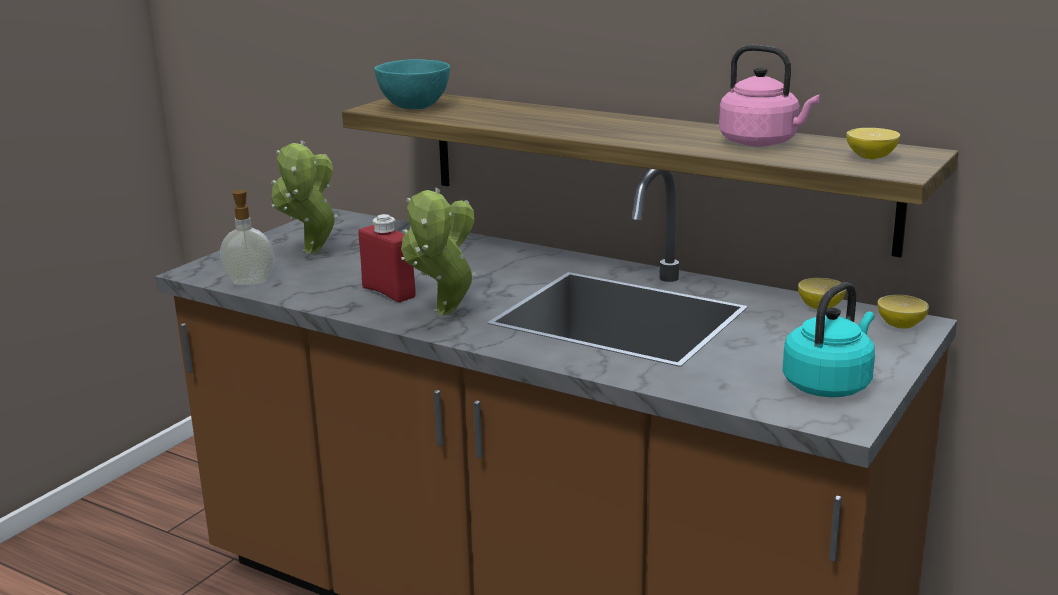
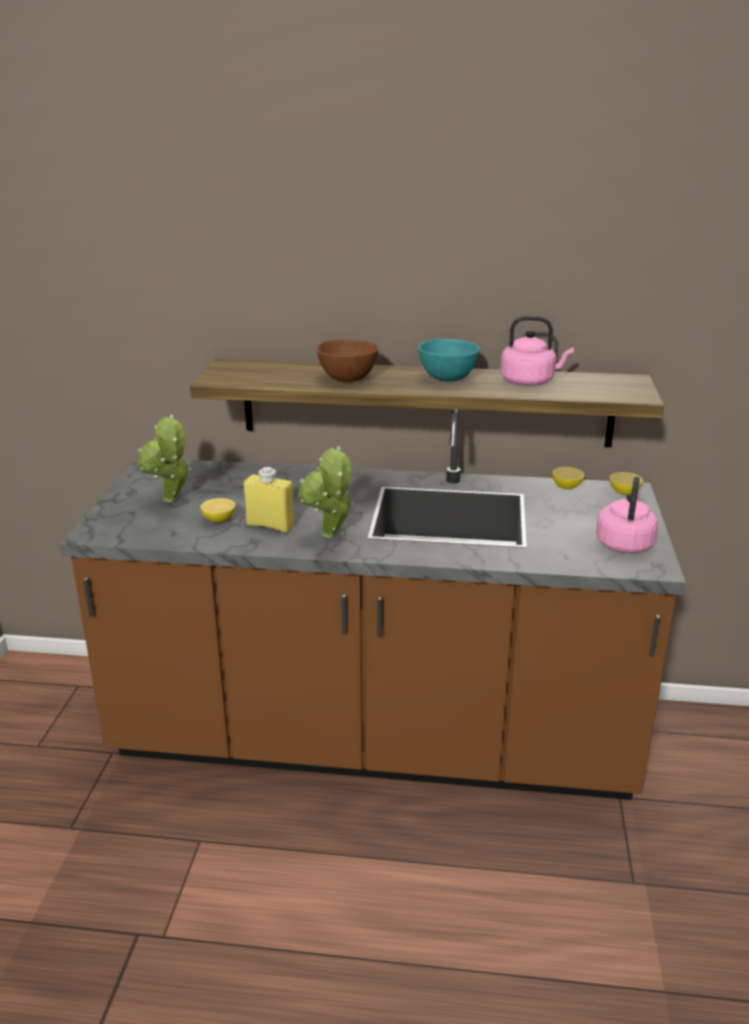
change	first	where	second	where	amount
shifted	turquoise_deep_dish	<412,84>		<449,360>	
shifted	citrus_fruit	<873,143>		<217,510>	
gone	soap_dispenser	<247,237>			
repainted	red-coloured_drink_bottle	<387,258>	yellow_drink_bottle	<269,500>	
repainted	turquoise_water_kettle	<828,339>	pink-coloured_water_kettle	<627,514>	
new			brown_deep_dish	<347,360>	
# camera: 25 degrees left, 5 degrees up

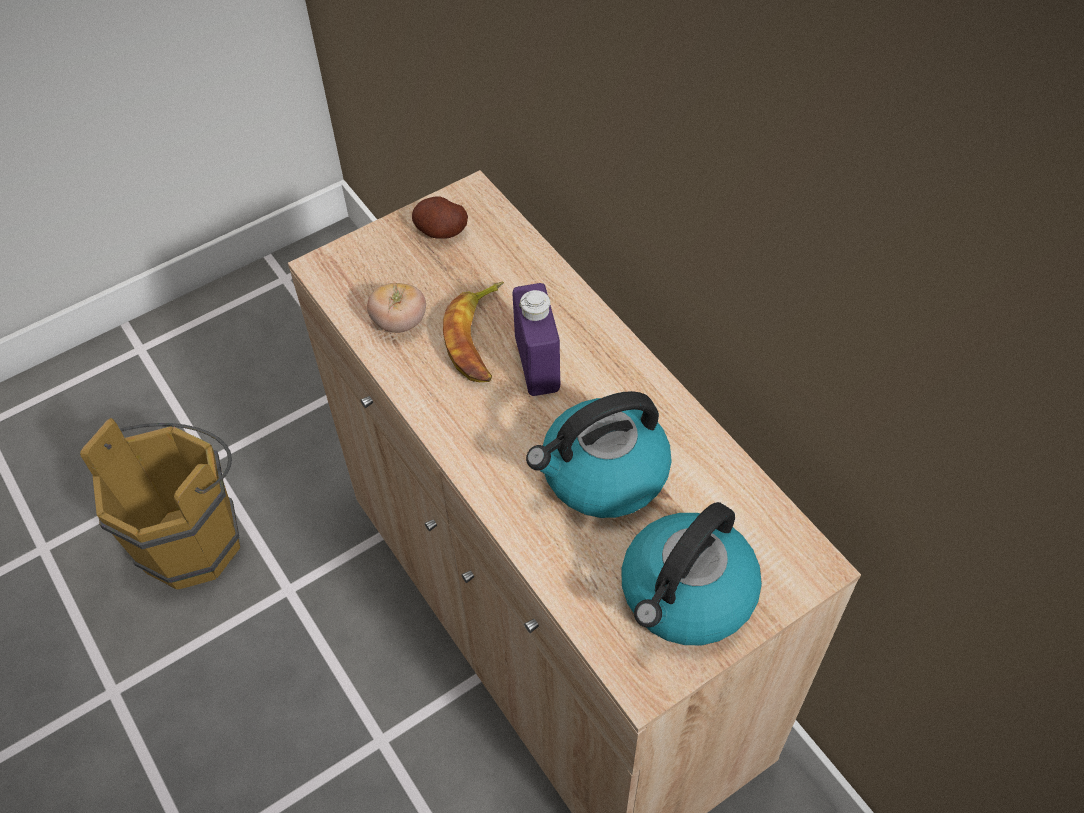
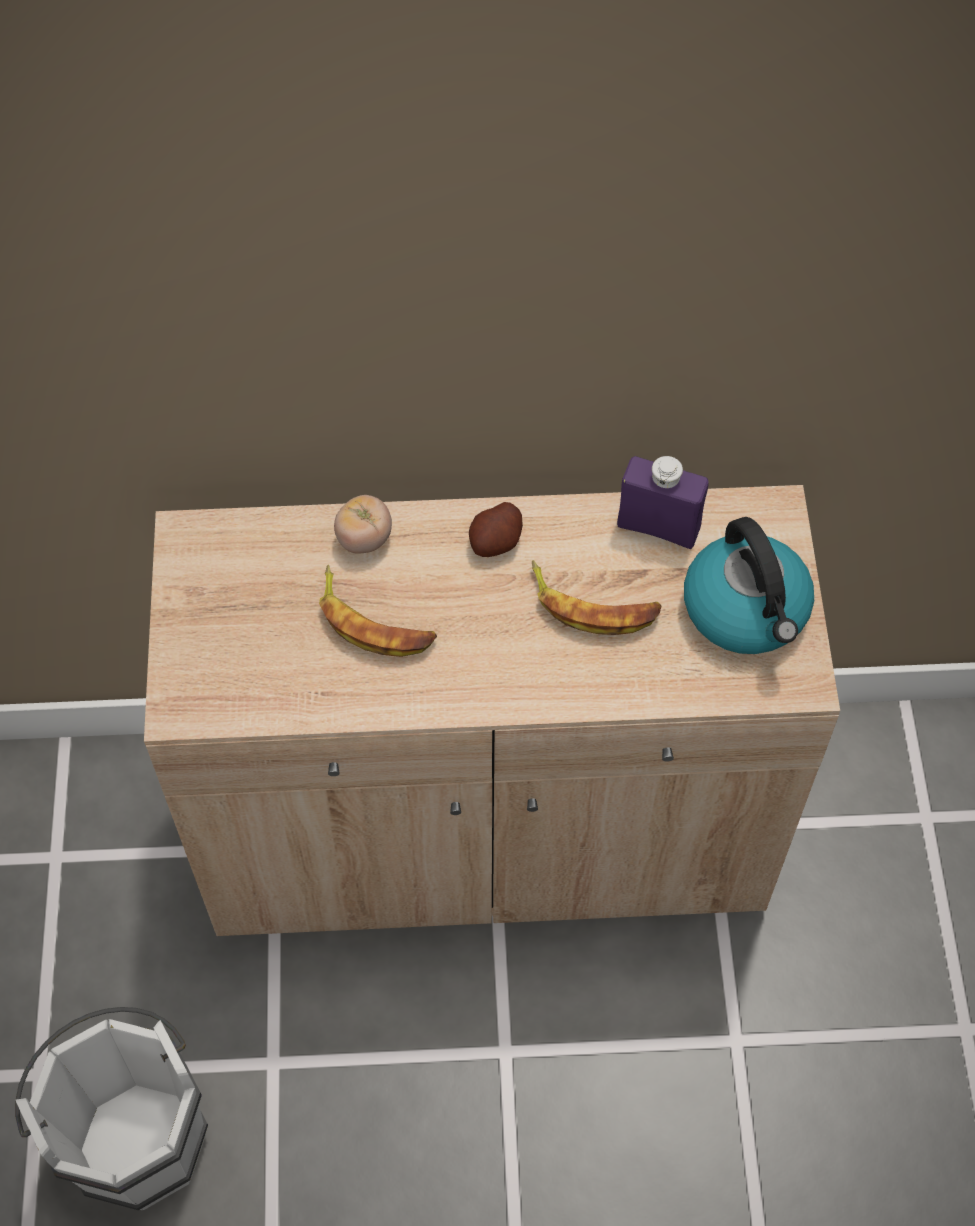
change	first	where	second	where	amount
shifted	whole_potato	<440,217>		<496,529>	
shifted	fresh_tomato	<396,308>		<363,524>	
shifted	purple_drink_bottle	<536,339>		<663,502>	
swapped	water_kettle	<598,454>	banana	<597,597>	
repainted	brown_pail	<160,503>	white_pail	<111,1108>	
# camera: 60 degrees left, 5 degrees up

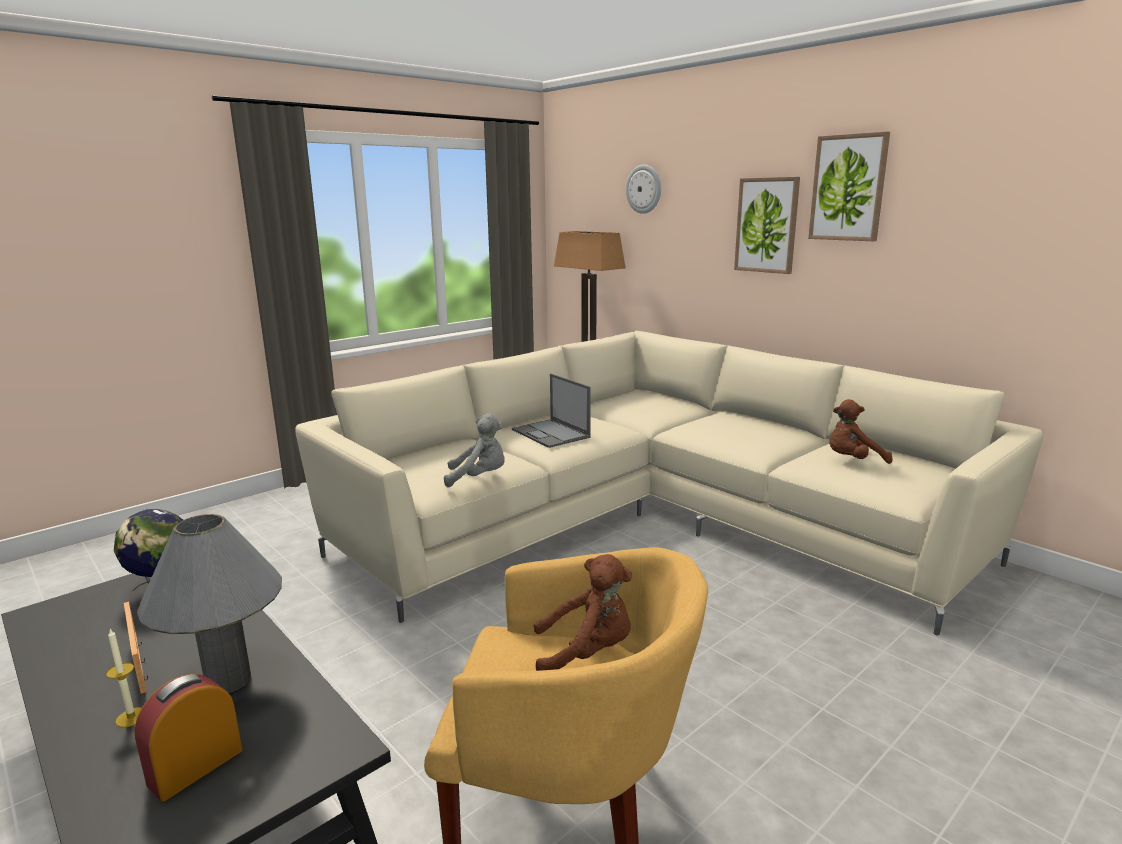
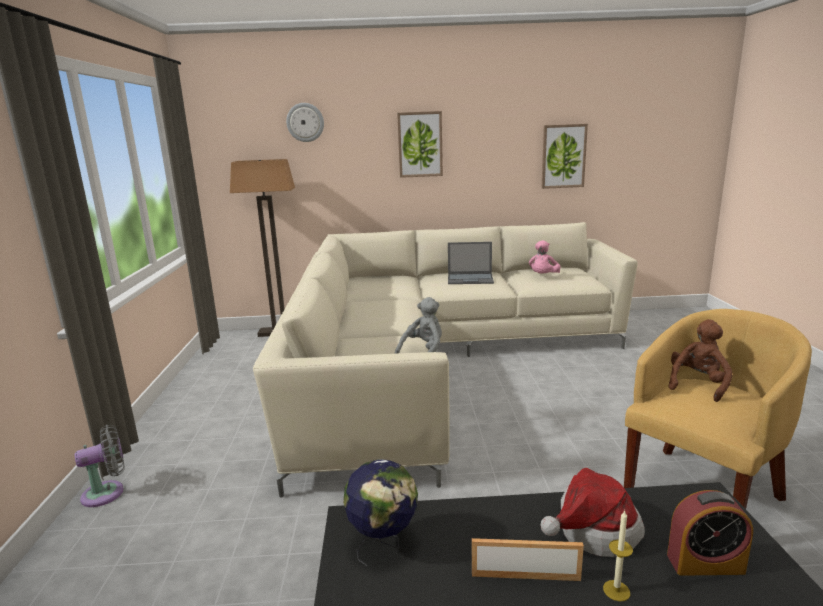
change	first	where	second	where	amount
shifted	wall_picture	<849,186>		<565,156>	
shifted	notebook_computer	<551,411>		<471,263>	
repainted	brown_plush_toy	<861,431>	pink-coloured_plush_toy	<545,257>	
swapped	greyish_tabletop_lamp	<209,603>	wearable_hat	<593,512>	
rotated	bedside_clock	<188,738>		<710,533>	75 degrees counterclockwise
new			greyish_cooling_fan	<100,466>	
# camera: 50 degrees left, 0 degrees up

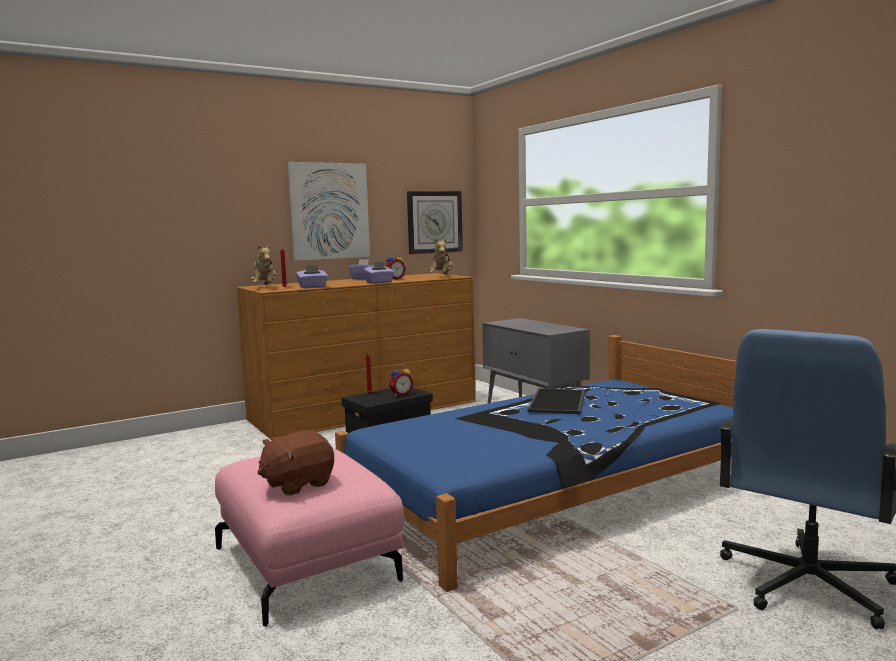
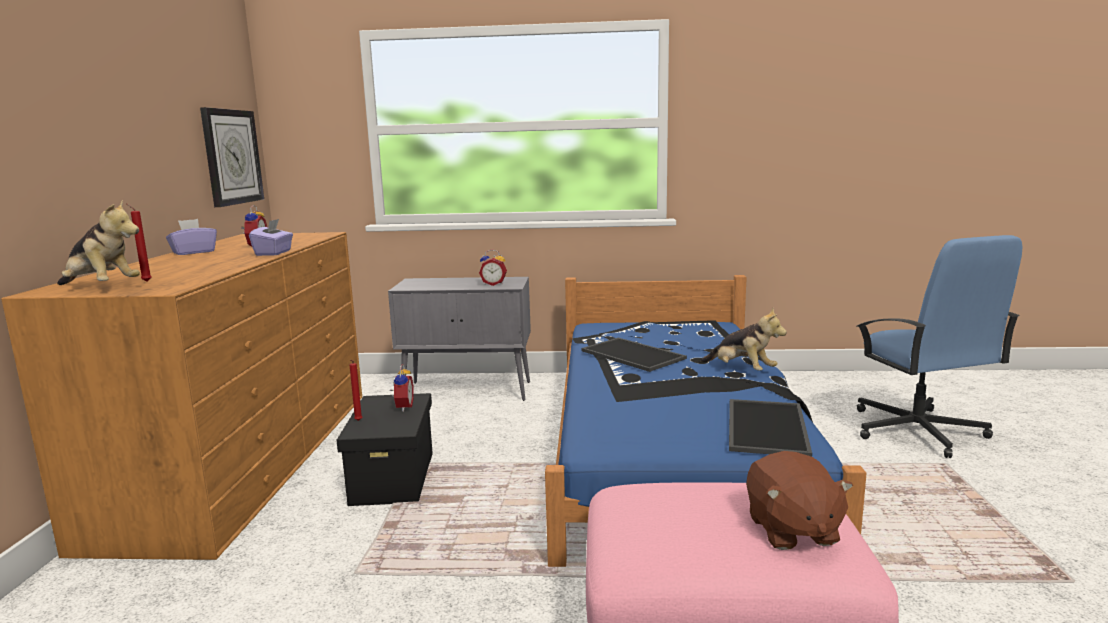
change	first	where	second	where	amount
gone	wall_picture	<329,211>			
shifted	plush_toy	<441,256>		<743,339>	
gone	purple_tissue_holder	<312,276>			
new			bedside_clock	<493,268>	
new			carrying_tray	<770,428>	
# camera: 55 degrees left, 5 degrees up

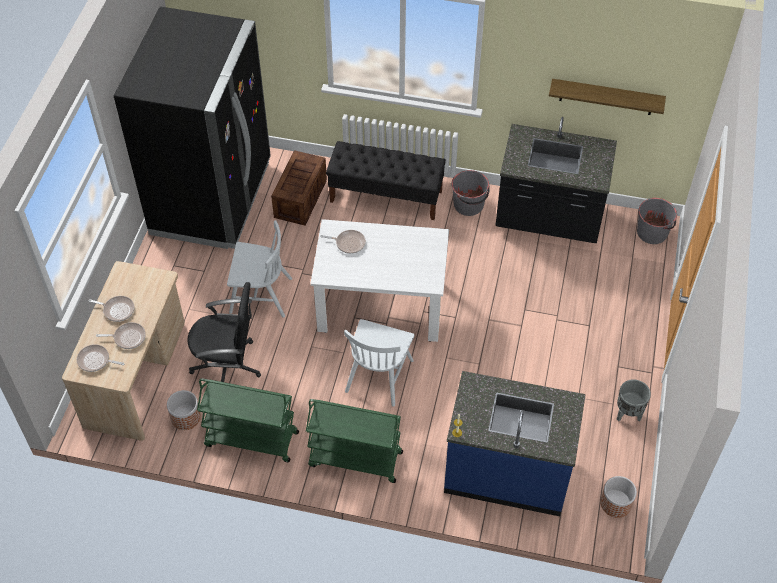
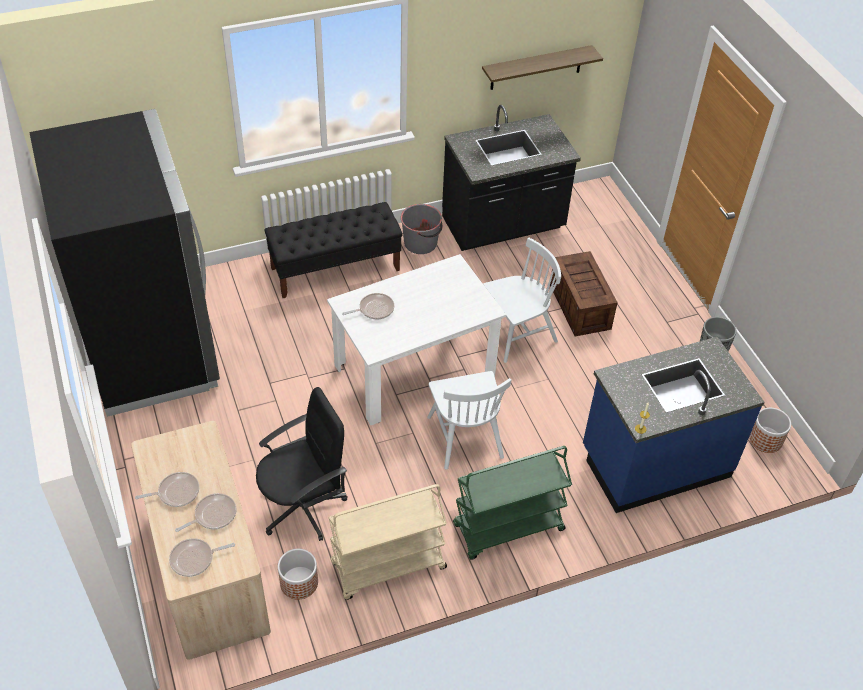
change	first	where	second	where	amount
shifted	shipping_crate	<299,188>		<584,293>	
gone	greyish_pail	<657,221>			
shifted	white_upright_chair	<259,268>		<522,300>	
repainted	greenish_cart	<248,420>	sand-coloured_cart	<387,542>	
# camera: 35 degrees left, 5 degrees down

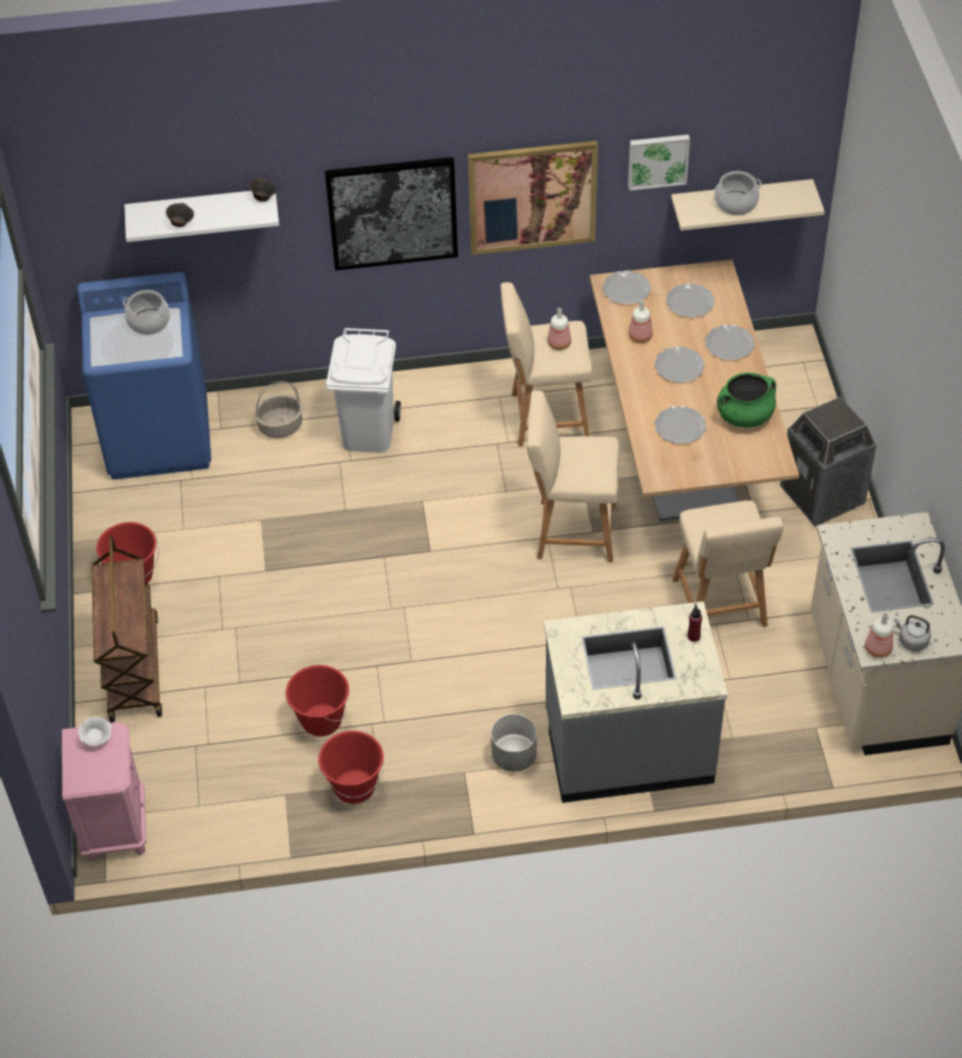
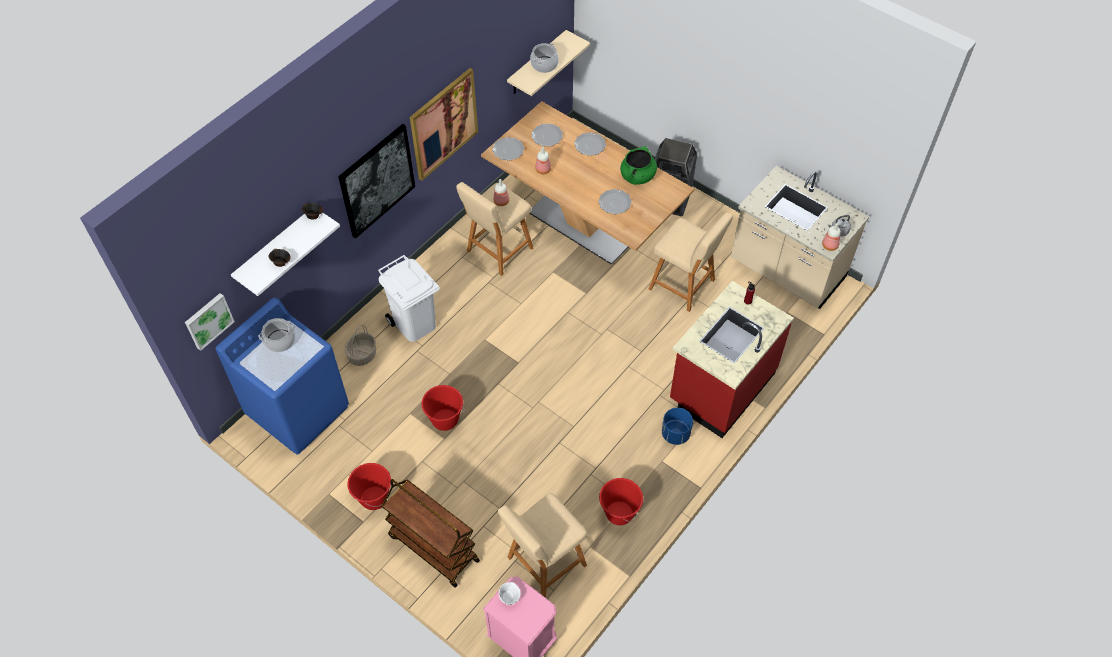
change	first	where	second	where	amount
shifted	wall_picture	<659,162>		<210,322>	
gone	plate	<679,364>			
shifted	sand-coloured_stool_seat	<573,476>		<542,545>	
repainted	greyish_kitchen_counter	<636,702>	red-coloured_kitchen_counter	<732,359>	
shifted	red-coloured_pail	<317,701>		<443,408>	
repainted	greyish_flower_pot	<514,743>	bluish_flower_pot	<677,426>	
# camera: 45 degrees left, 5 degrees up

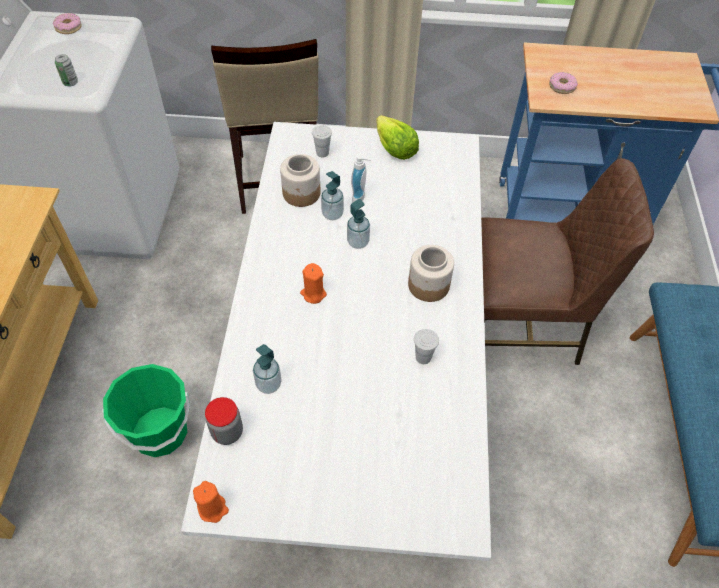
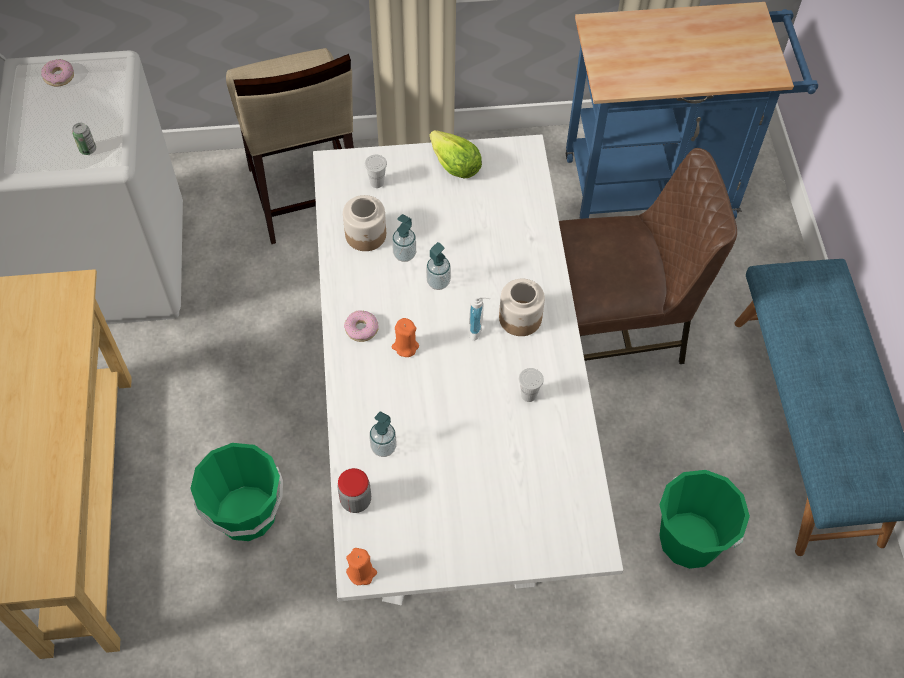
change	first	where	second	where	amount
shifted	donut	<563,83>		<361,326>	
shifted	soap_dispenser	<361,179>		<480,317>	
new			greenish_pail	<704,519>	
# camera: 10 degrees left, 5 degrees up

